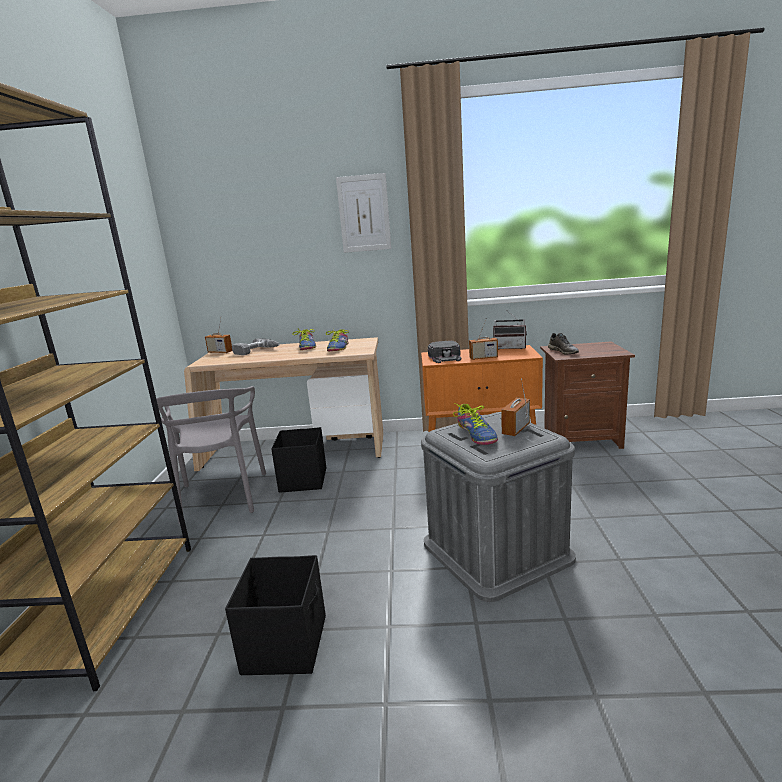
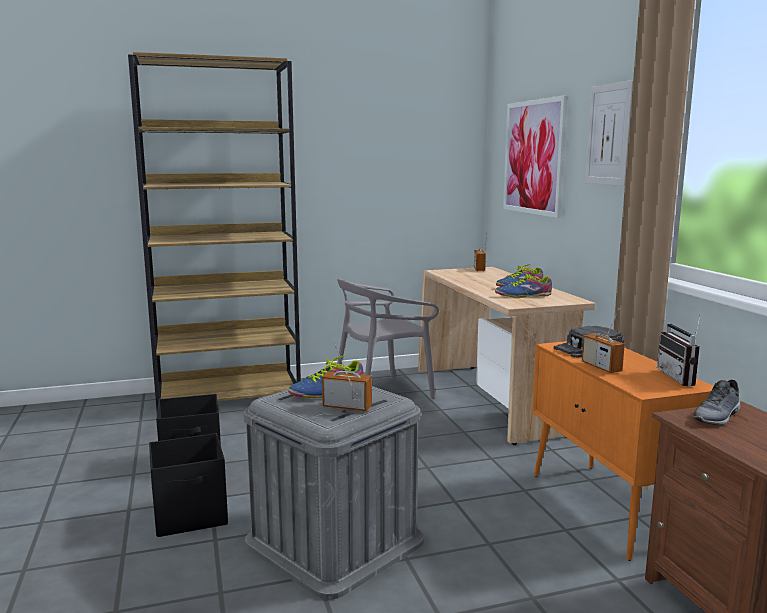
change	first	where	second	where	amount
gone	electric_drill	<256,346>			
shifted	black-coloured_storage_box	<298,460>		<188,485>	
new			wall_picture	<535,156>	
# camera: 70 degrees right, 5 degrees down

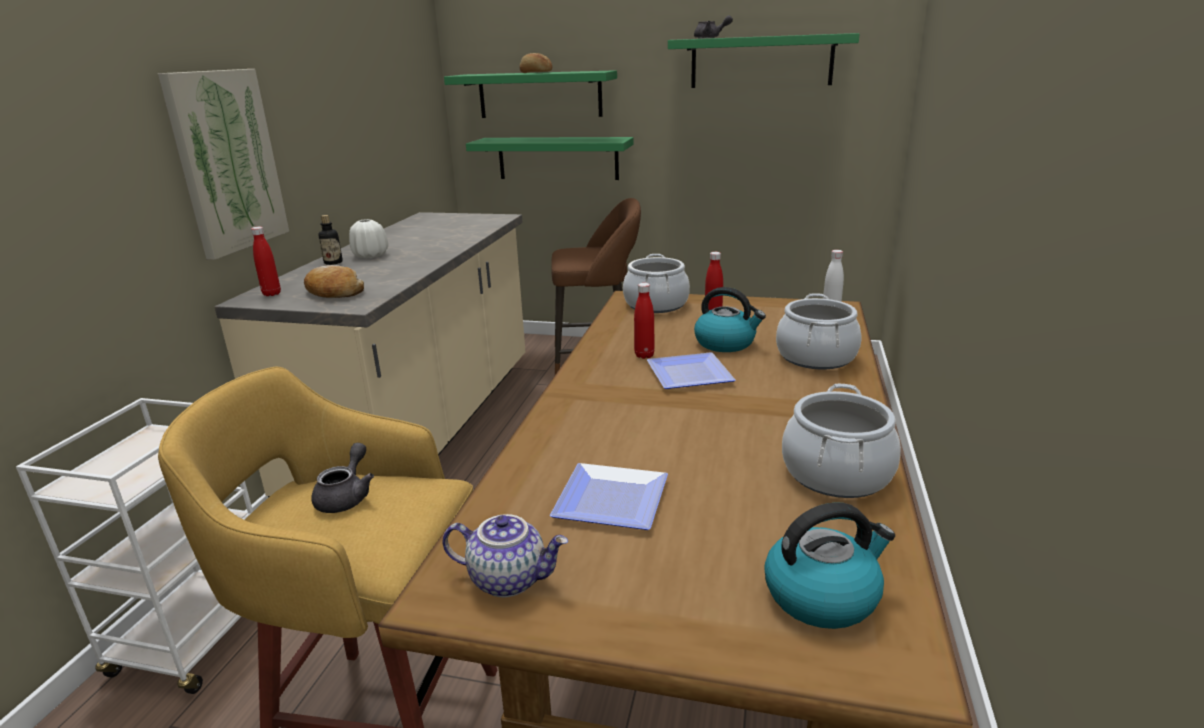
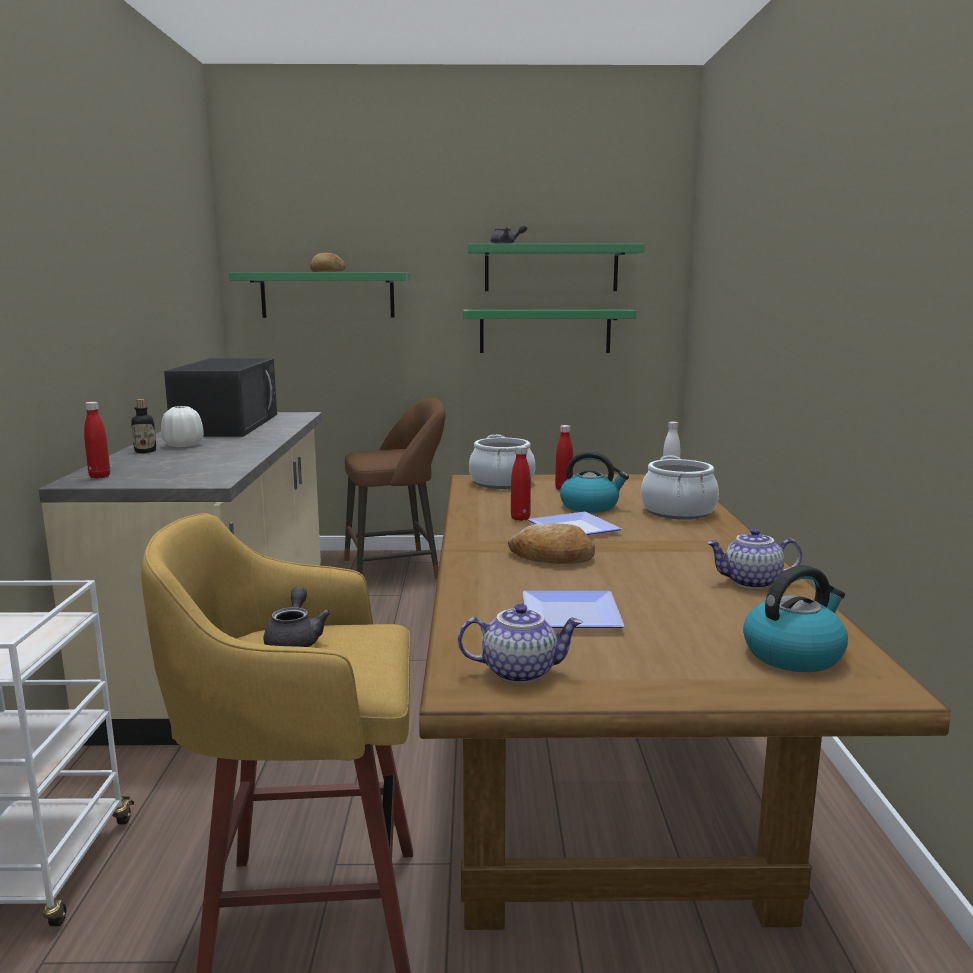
change	first	where	second	where	amount
gone	wall_picture	<223,164>			
shifted	greenish_wall_shelf	<550,158>		<549,331>	
shifted	baked_bread	<334,281>		<551,543>	
swapped	saucepot	<841,441>	teapot	<754,558>	
new			black-coloured_kitchen_microwave	<220,397>	
# camera: 15 degrees left, 10 degrees down

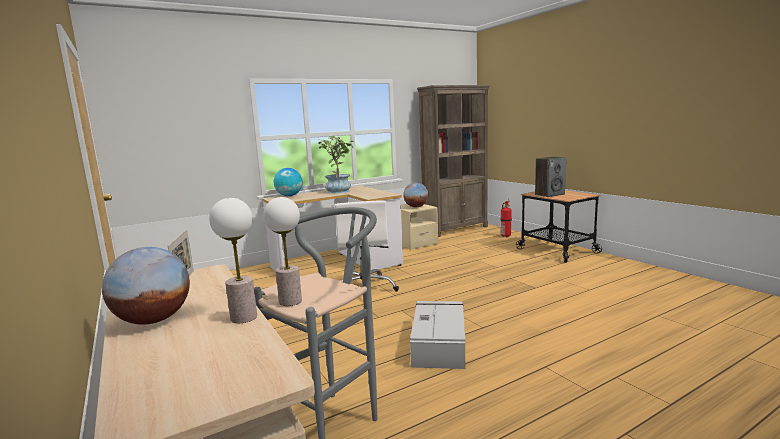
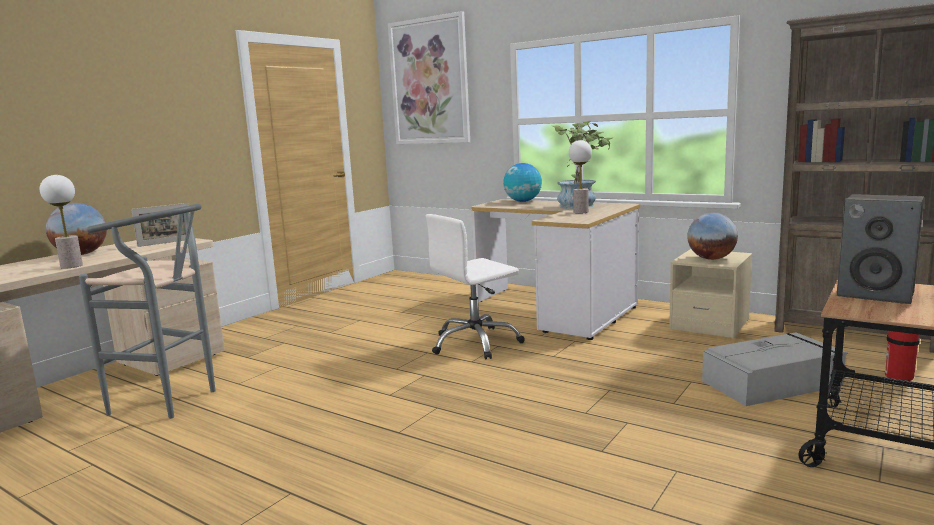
change	first	where	second	where	amount
shifted	tabletop_lamp	<282,251>		<580,177>	
shifted	greyish_storage_box	<437,335>		<774,369>	
new			wall_picture	<429,77>	
# camera: 65 degrees right, 0 degrees up

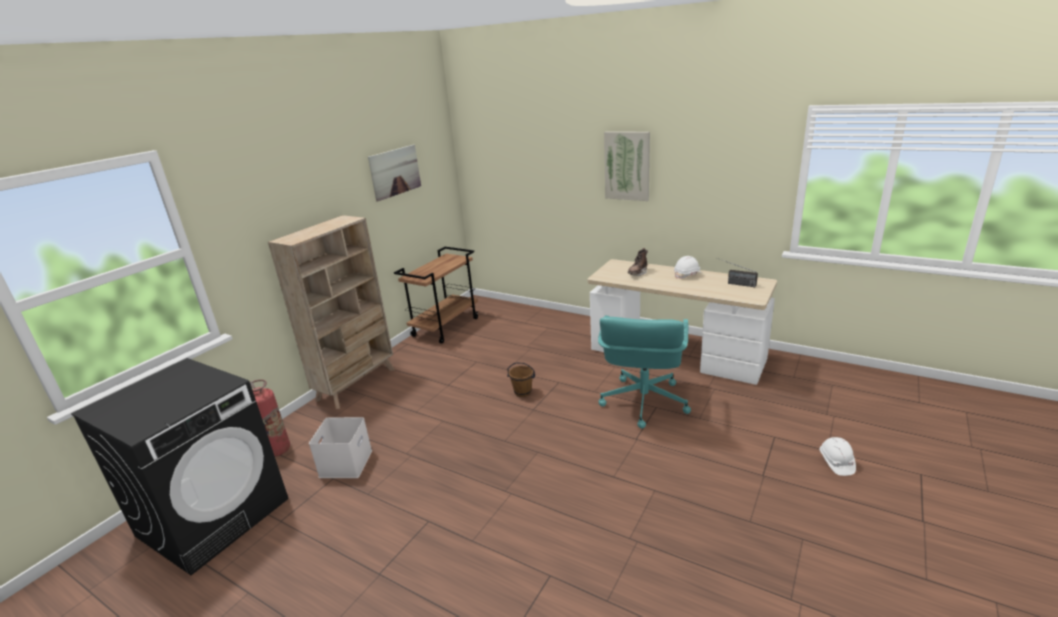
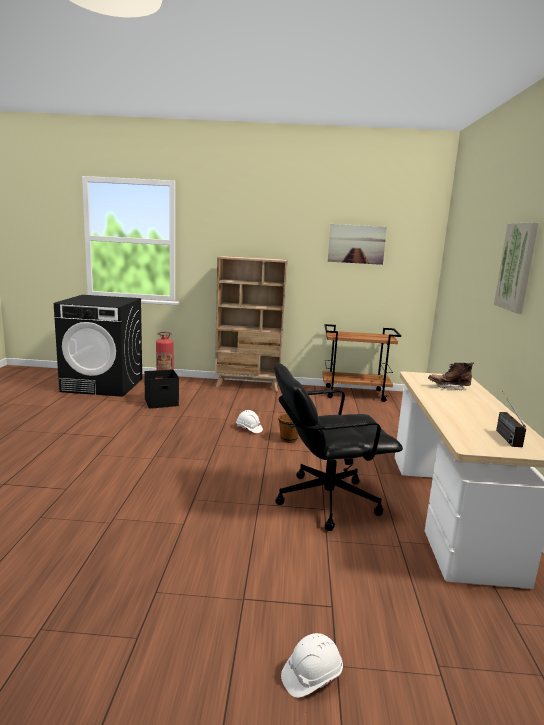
change	first	where	second	where	amount
shifted	white_work_helmet	<688,267>		<249,421>	
repainted	turquoise_office_chair	<644,372>	black-coloured_office_chair	<338,446>	
repainted	white_storage_box	<340,447>	black-coloured_storage_box	<161,389>	
# camera: 60 degrees right, 10 degrees down

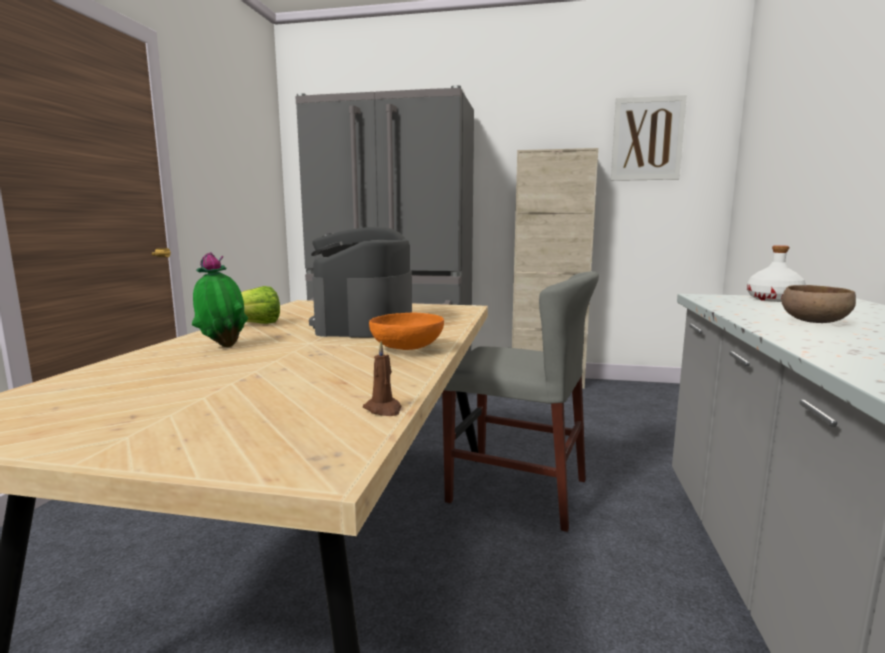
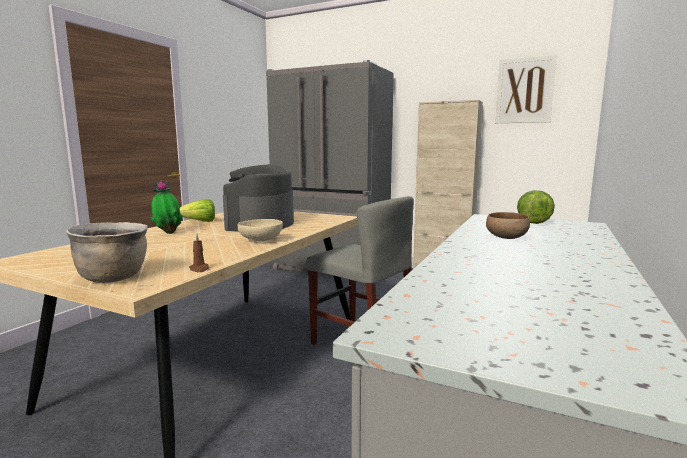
change	first	where	second	where	amount
swapped	white_drink_bottle	<776,273>	lettuce	<536,207>	
repainted	orange_deep_dish	<406,331>	sand-coloured_deep_dish	<260,230>	
new			brown_saucepot	<107,252>	
# camera: 15 degrees right, 0 degrees up

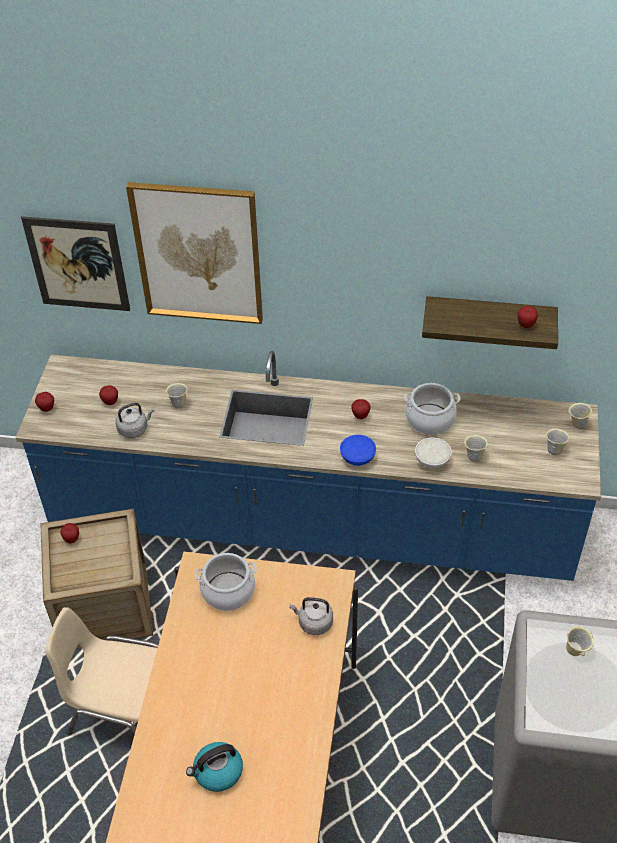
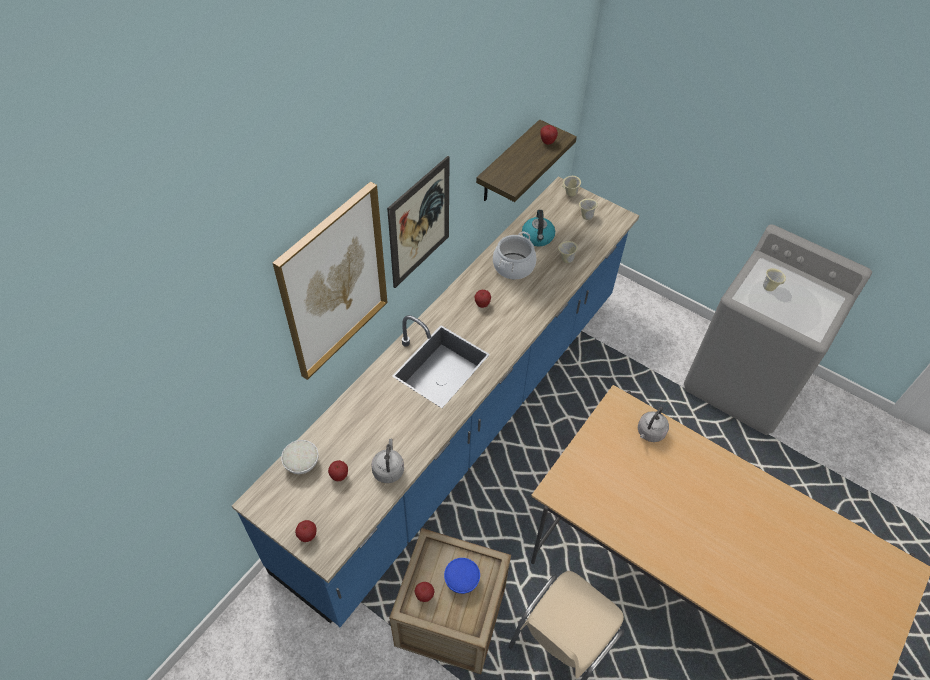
change	first	where	second	where	amount
shifted	wall_picture	<75,263>		<418,222>	
gone	sand-coloured_coffee_mug	<176,396>			
shifted	bluish_deep_dish	<358,450>		<462,576>	
shifted	white_deep_dish	<433,453>		<299,457>	
gone	saucepot	<226,582>			
shifted	water_kettle	<214,767>		<538,228>	
# camera: 65 degrees left, 5 degrees up

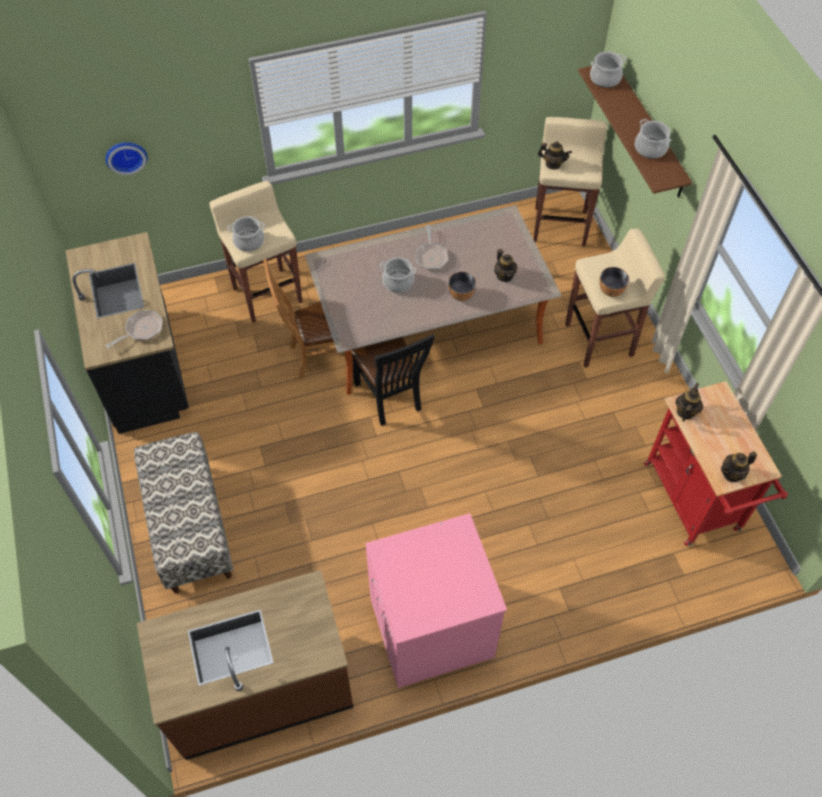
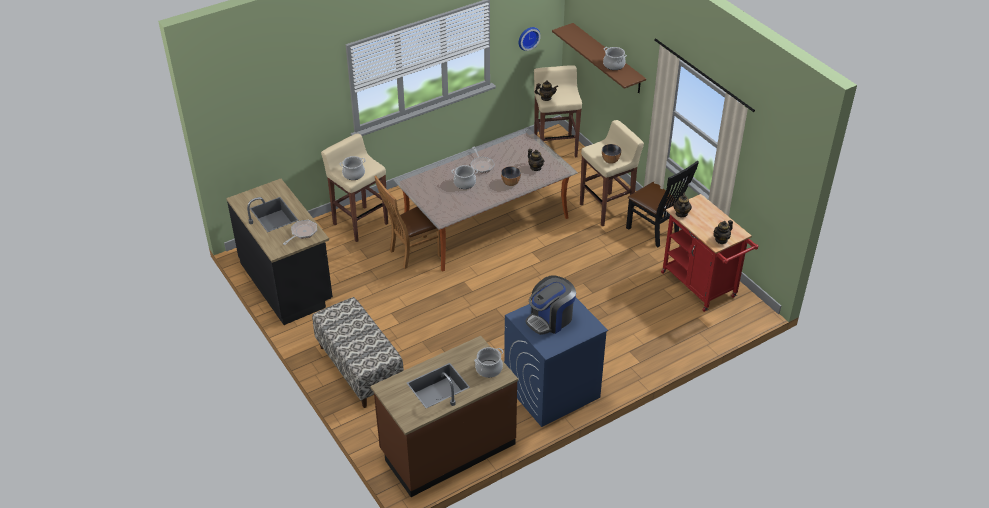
change	first	where	second	where	amount
shifted	saucepot	<608,70>		<488,362>	
shifted	hanging_clock	<126,158>		<530,39>	
shifted	black-coloured_upright_chair	<393,380>		<662,204>	
repainted	pink-coloured_laundry_appliance	<436,600>	bluish_laundry_appliance	<556,362>	
new			coffee_brewer	<550,305>	
# camera: 15 degrees left, 15 degrees down

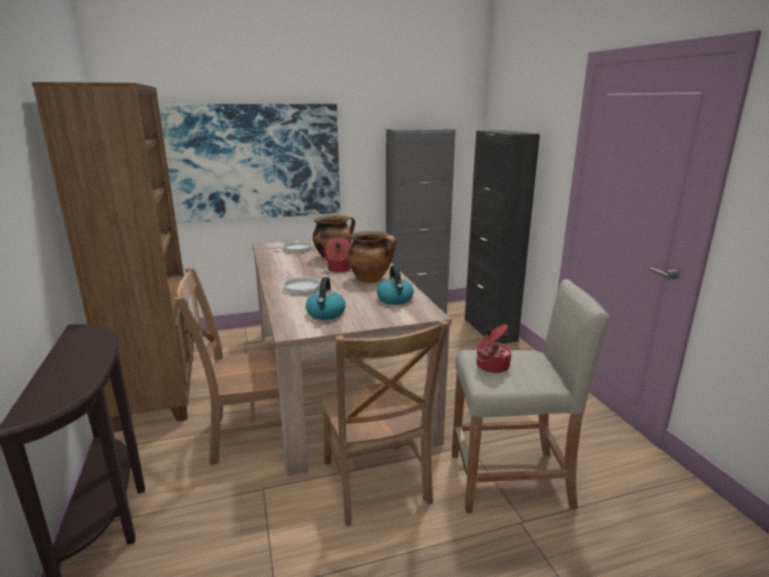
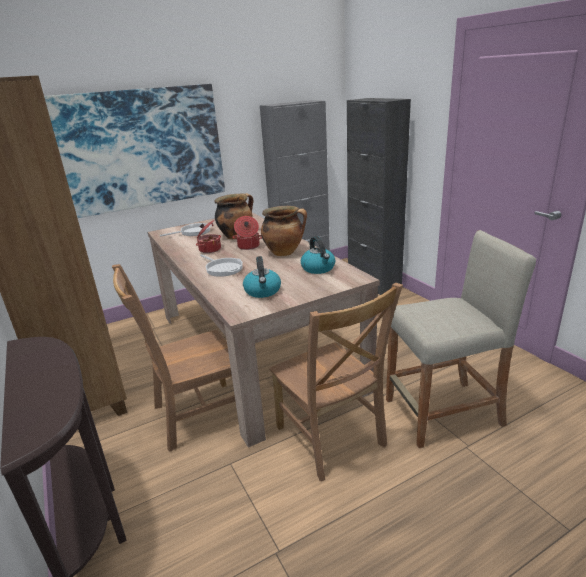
change	first	where	second	where	amount
shifted	saucepot	<494,348>		<208,236>	
# camera: 10 degrees left, 5 degrees up

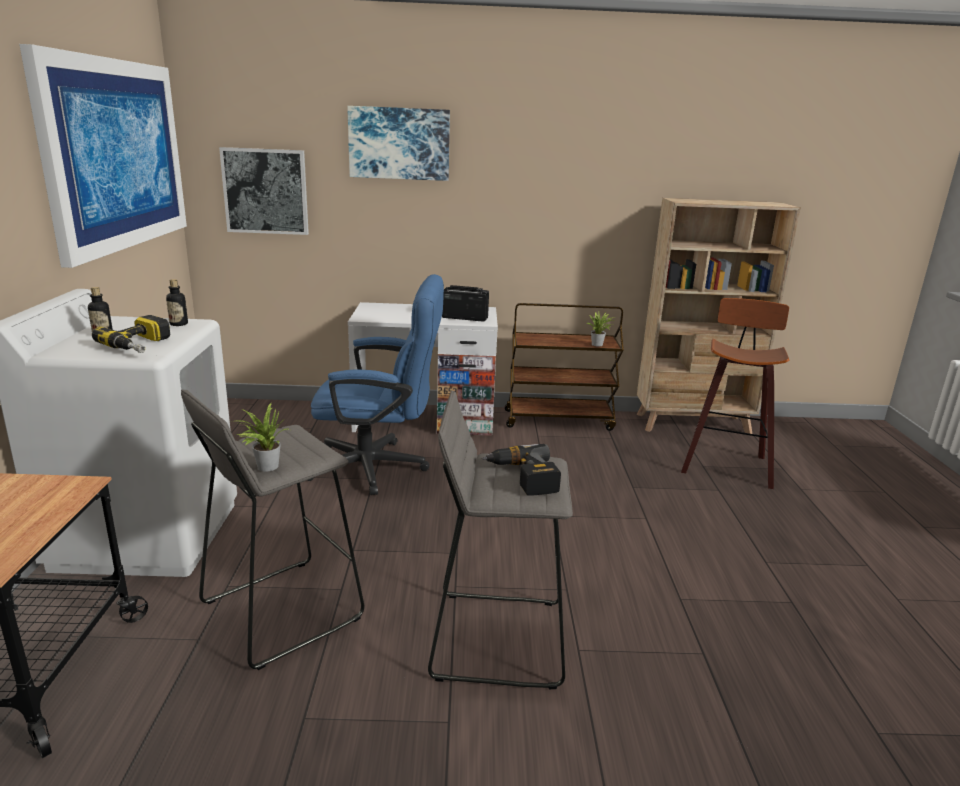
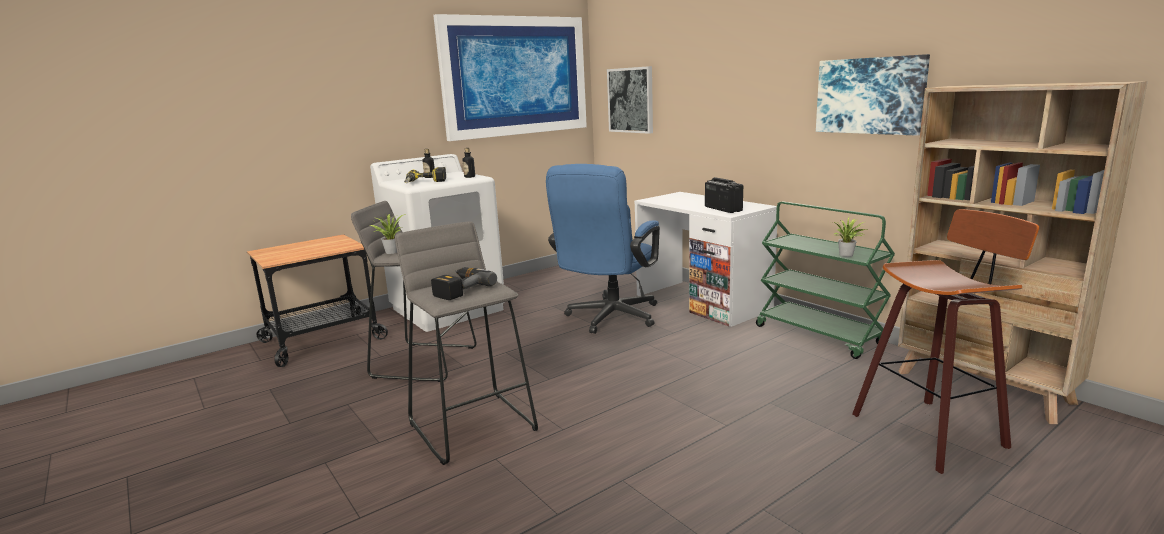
change	first	where	second	where	amount
shifted	wall_picture	<398,143>		<873,95>	
rotated	bluish_office_chair	<376,384>		<603,249>	60 degrees clockwise
repainted	brown_cart	<564,367>	greenish_cart	<825,280>	
# camera: 55 degrees right, 5 degrees down

